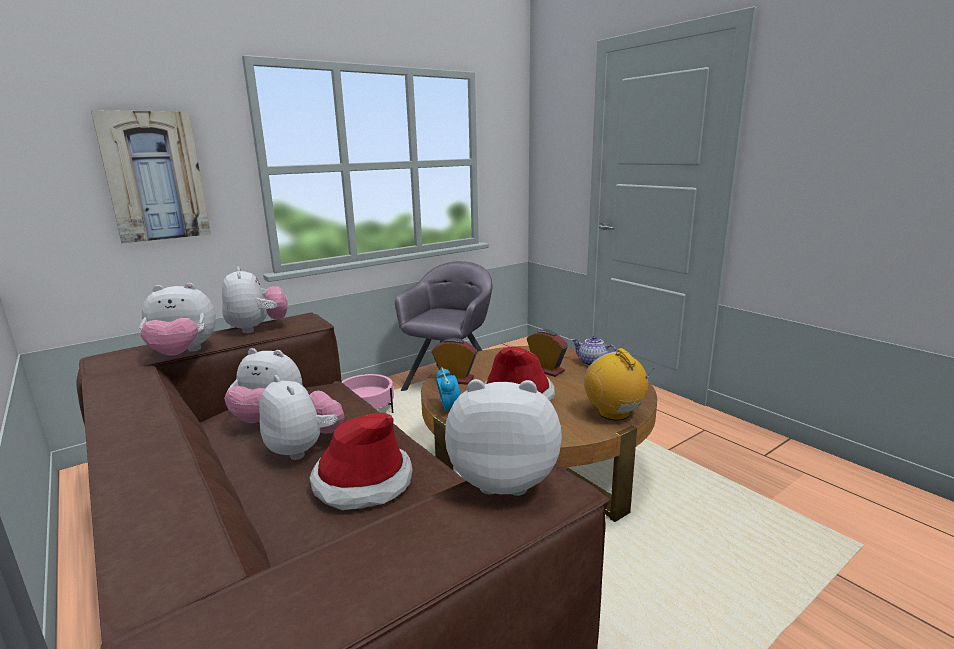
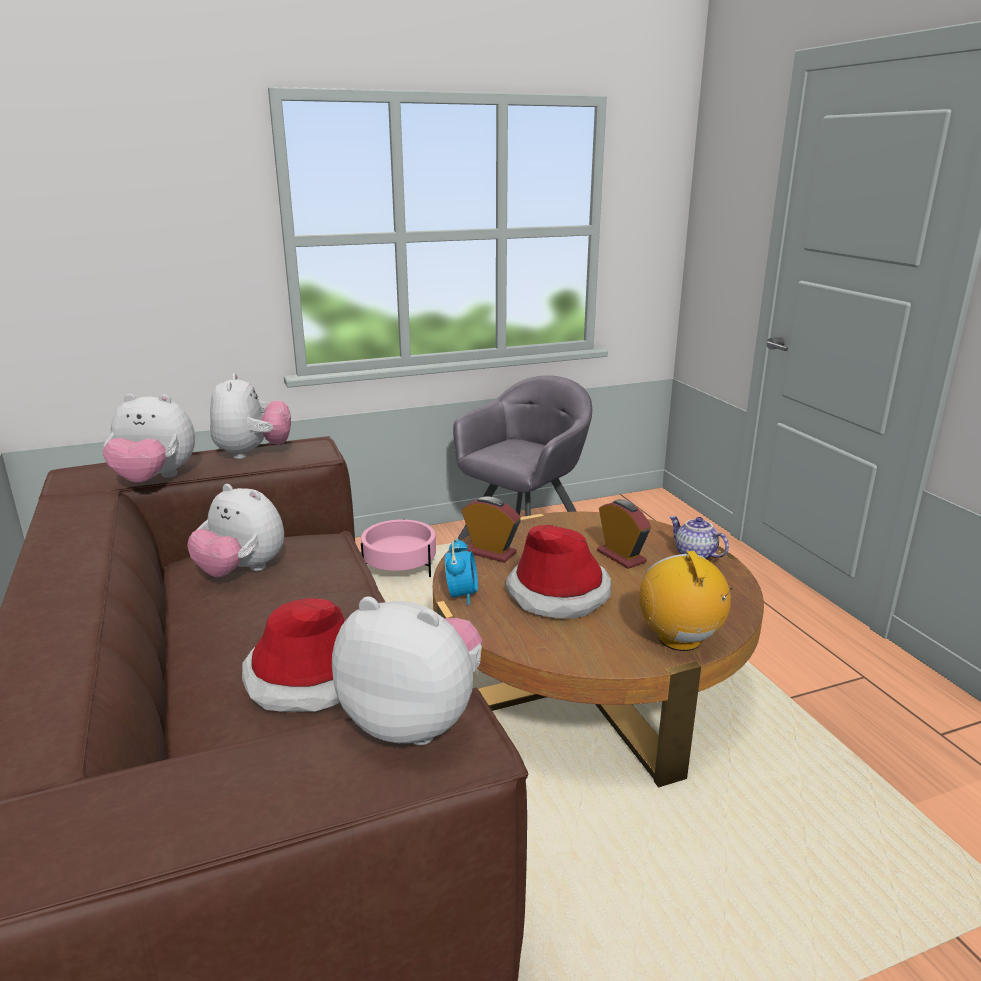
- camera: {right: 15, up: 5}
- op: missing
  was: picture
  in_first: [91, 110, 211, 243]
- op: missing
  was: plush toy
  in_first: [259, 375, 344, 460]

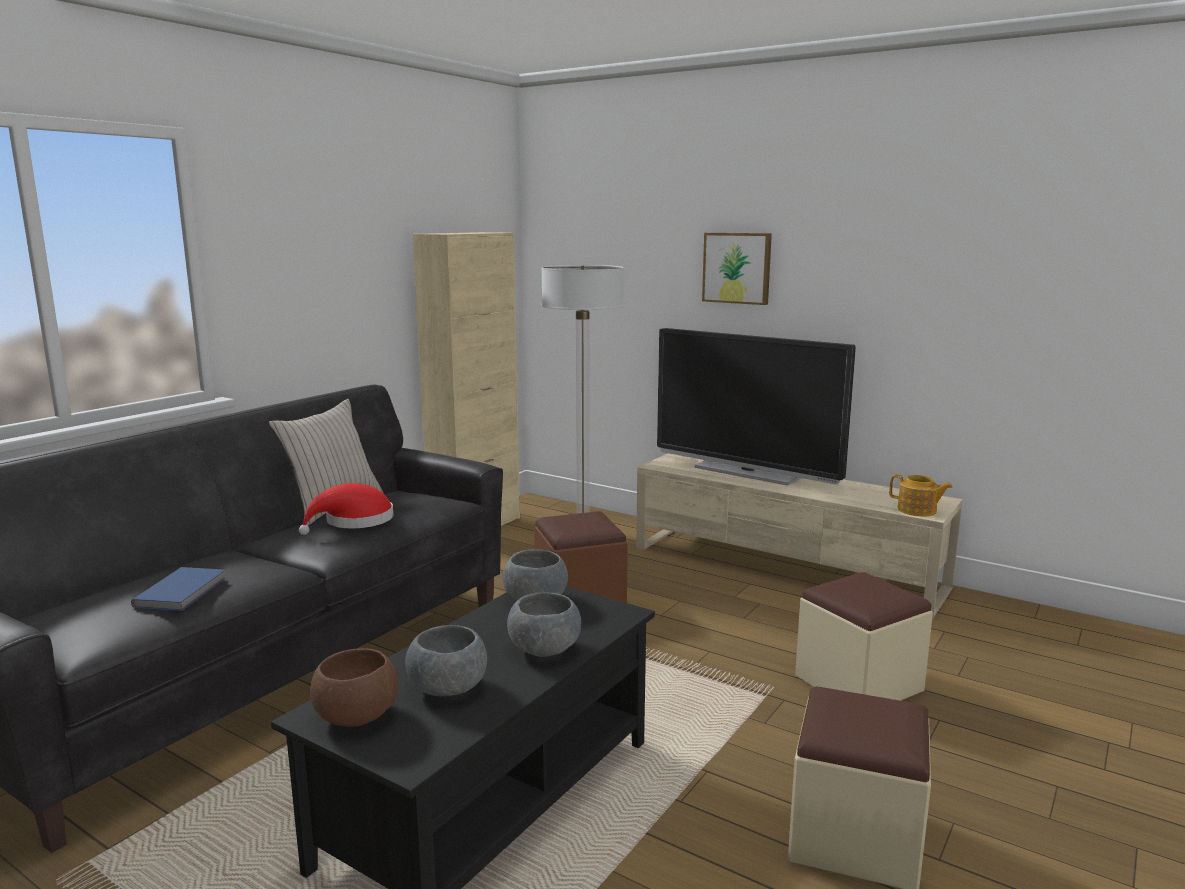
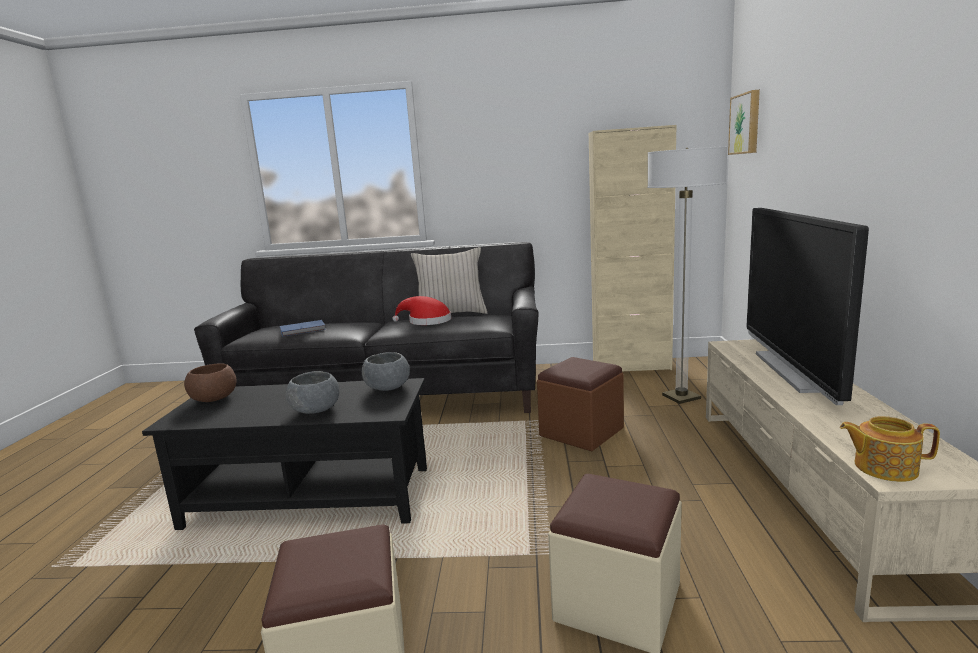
- camera: {right: 60, up: 0}
- op: relocated
  was: picture
  in_first: [702, 233, 772, 305]
  in_second: [728, 90, 760, 155]
- op: spun
  was: teapot
  in_first: [889, 474, 953, 517]
  in_second: [840, 416, 940, 482]
  clockwise: 105
- op: missing
  was: grey bowl
  in_first: [405, 625, 487, 697]

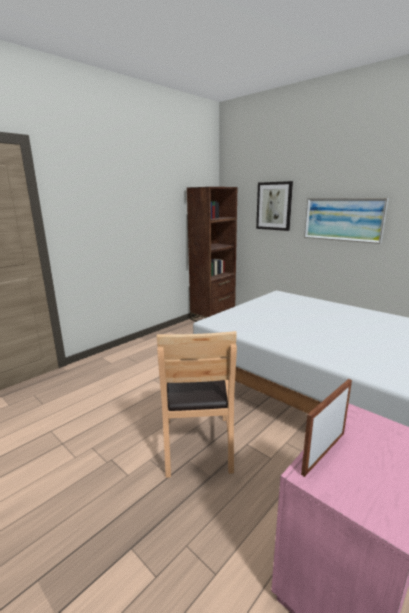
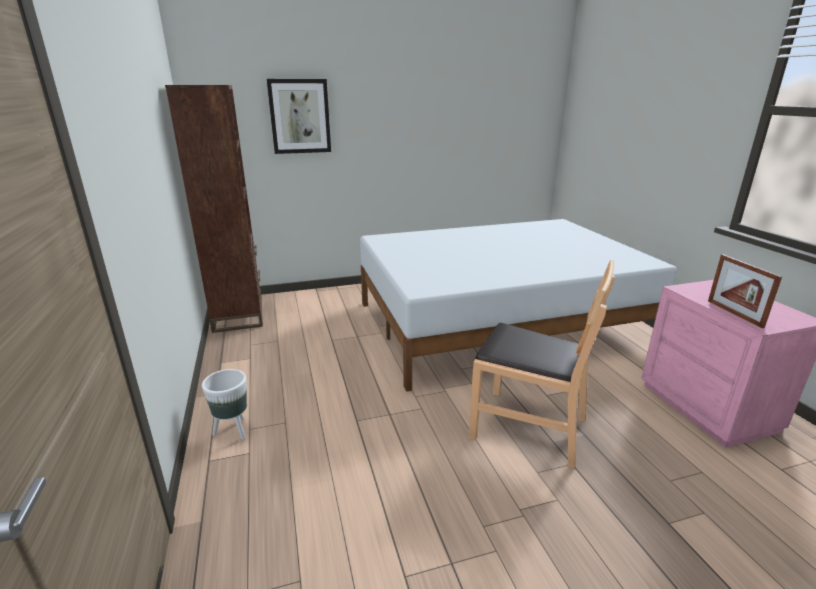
- camera: {right: -60, up: 5}
- op: appeared
  now: white planter
  in_second: [202, 369, 247, 440]
- op: missing
  was: picture
  in_first: [304, 198, 389, 244]

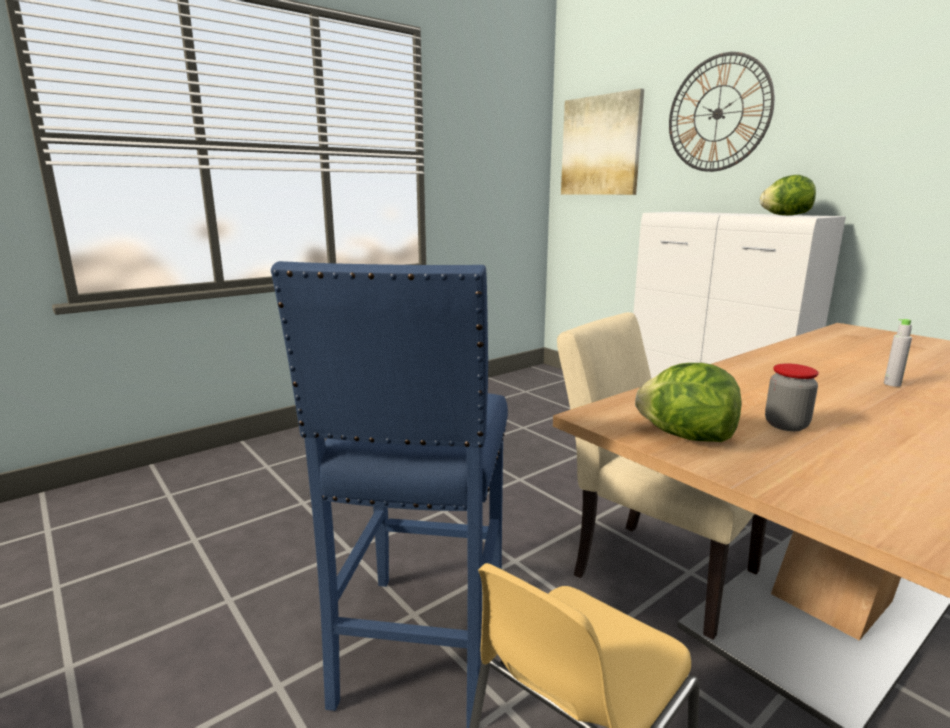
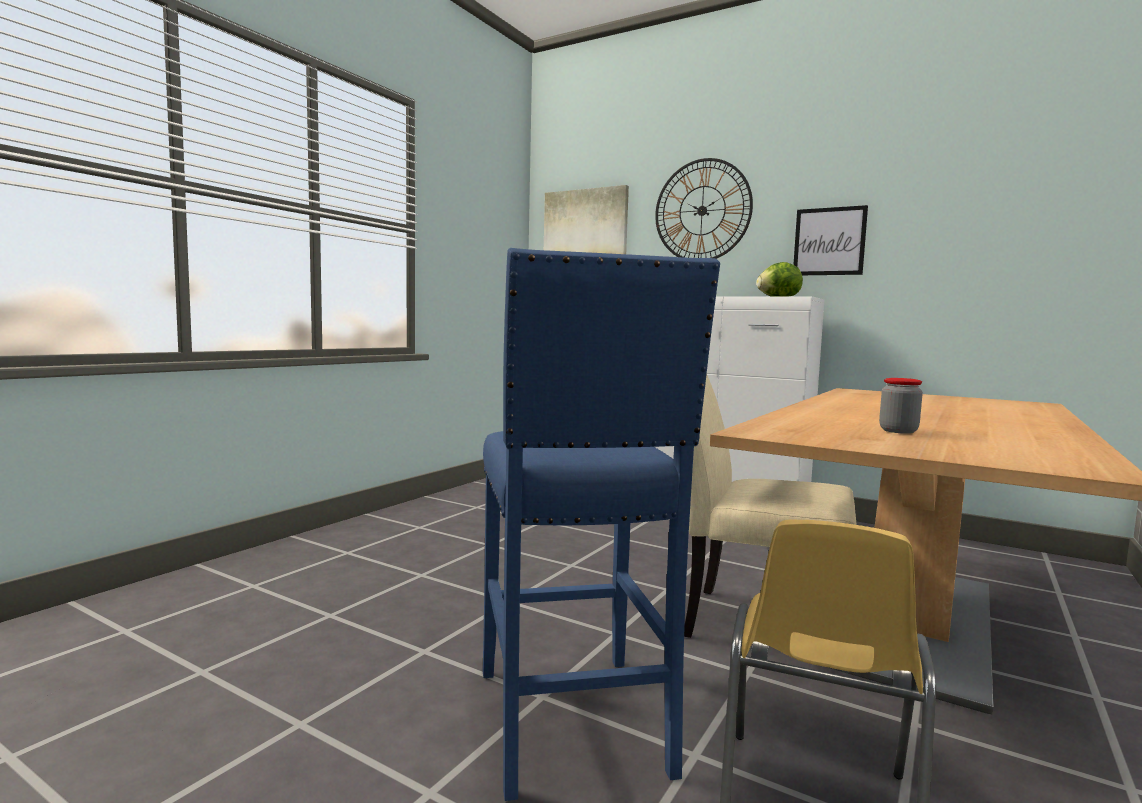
- camera: {right: -20, up: -10}
- op: appeared
  now: picture
  in_second: [793, 205, 868, 275]
- op: missing
  was: lettuce
  in_first: [635, 363, 742, 442]
- op: missing
  was: grey bottle
  in_first: [884, 319, 912, 387]

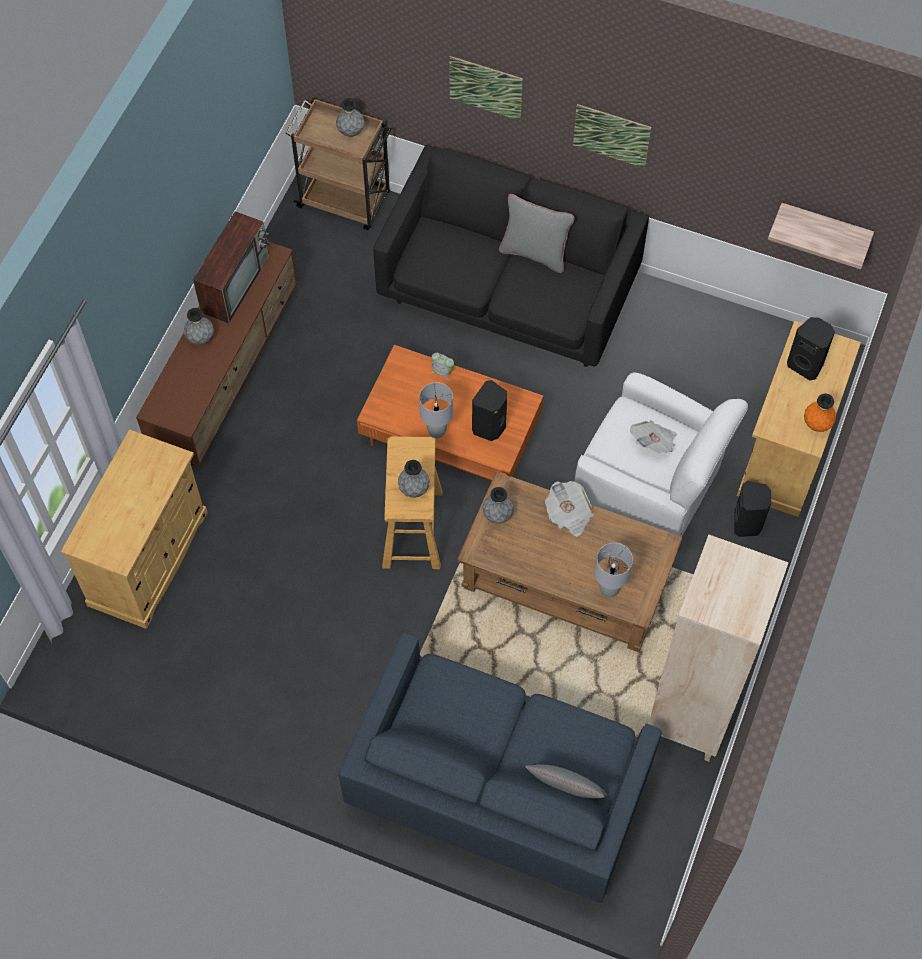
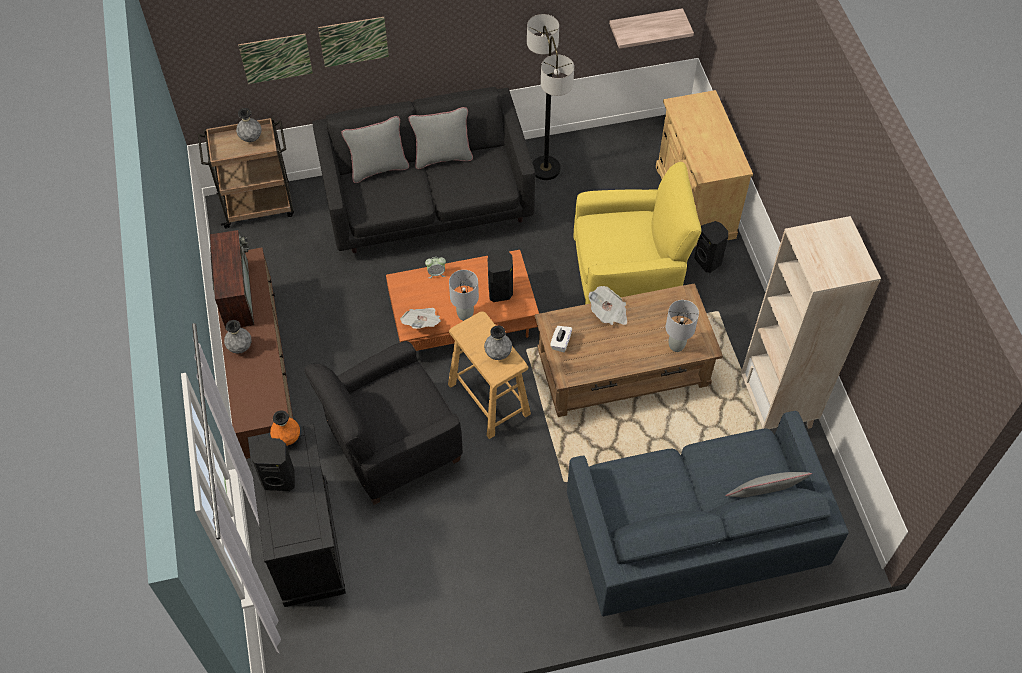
- camera: {right: -35, up: -5}
- op: relocated
  was: picture
  in_first: [573, 104, 652, 168]
  in_second: [238, 34, 313, 84]
- op: colour
  was: beige cabinet
  now: black cabinet
  in_first: [61, 429, 208, 629]
  in_second: [248, 424, 346, 607]
- op: relocated
  was: black speaker
  in_first: [787, 317, 835, 380]
  in_second: [252, 438, 295, 491]
- op: relocated
  was: orange vase
  in_first: [804, 394, 836, 432]
  in_second: [270, 411, 300, 446]
- op: appeared
  now: black armchair
  in_second: [304, 341, 463, 505]
- op: appeared
  now: grey pillow
  in_second: [341, 116, 409, 183]
- op: relocated
  was: newspaper
  in_first: [630, 420, 677, 453]
  in_second: [400, 308, 441, 329]
- op: appeared
  now: floor lamp
  in_second: [527, 14, 574, 180]
- op: exchanged
  was: grey vase
  now: white tissue box
  in_first: [482, 487, 514, 524]
  in_second: [550, 326, 572, 352]
- op: colour
  was: white armchair
  now: yellow armchair
  in_first: [574, 372, 748, 537]
  in_second: [574, 162, 701, 304]

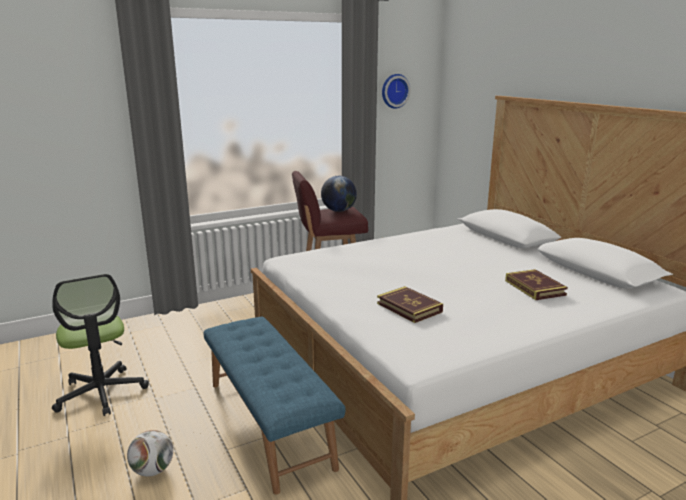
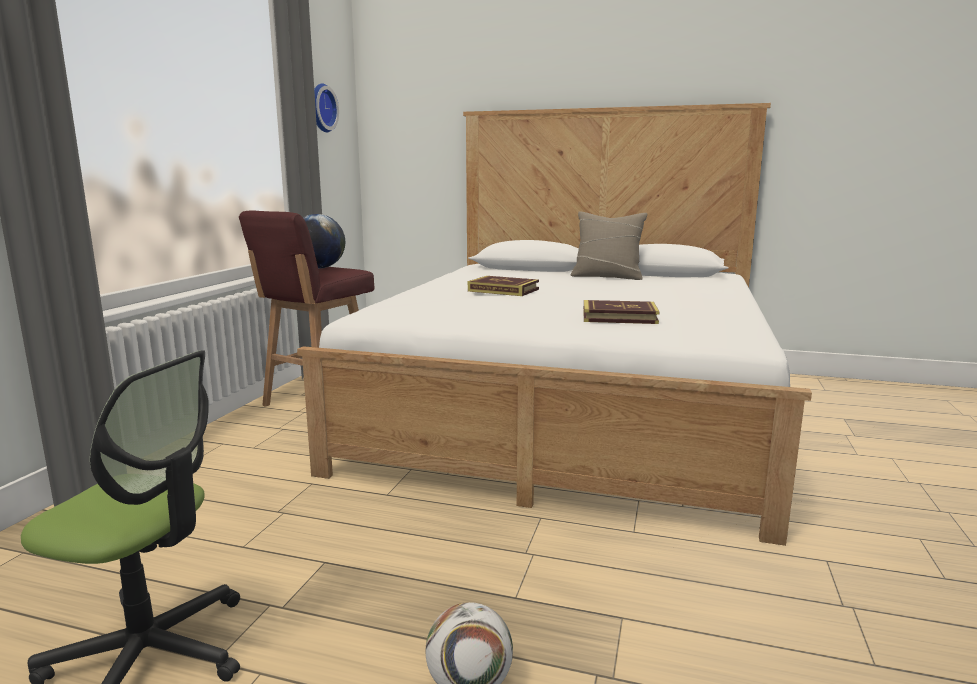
- camera: {right: -45, up: -5}
- op: relocated
  was: book
  in_first: [505, 269, 568, 300]
  in_second: [468, 276, 539, 296]
- op: appeared
  now: beige pillow
  in_second: [570, 212, 648, 280]
- op: missing
  was: blue bench
  in_first: [203, 317, 345, 495]

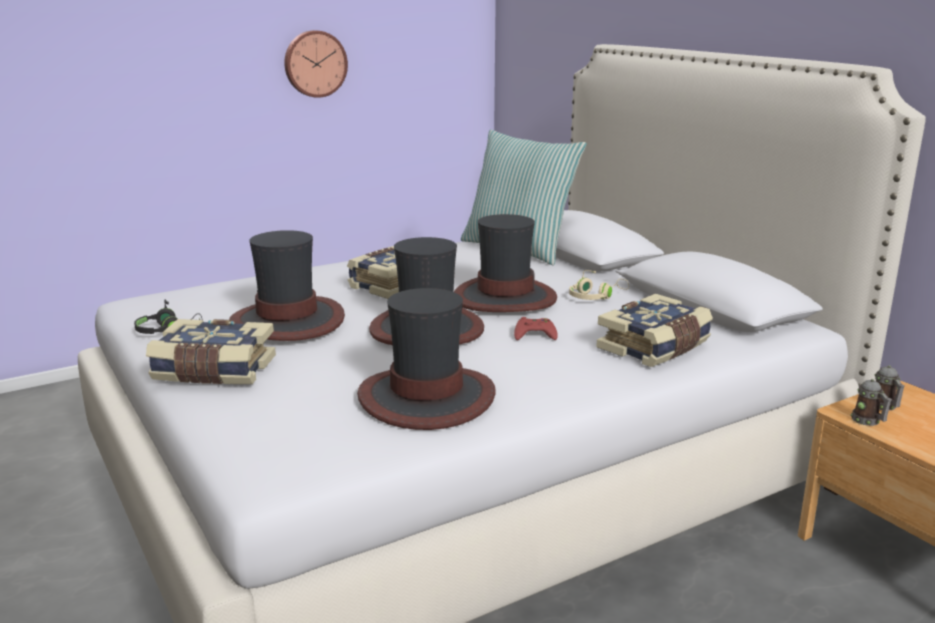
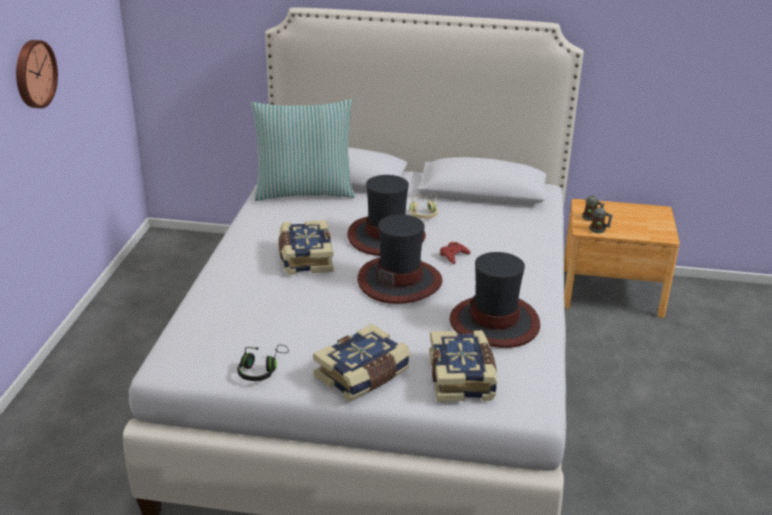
- camera: {right: -50, up: 10}
- op: relocated
  was: book
  in_first: [596, 294, 713, 367]
  in_second: [429, 330, 497, 402]
- op: missing
  was: hat
  in_first: [229, 230, 345, 341]

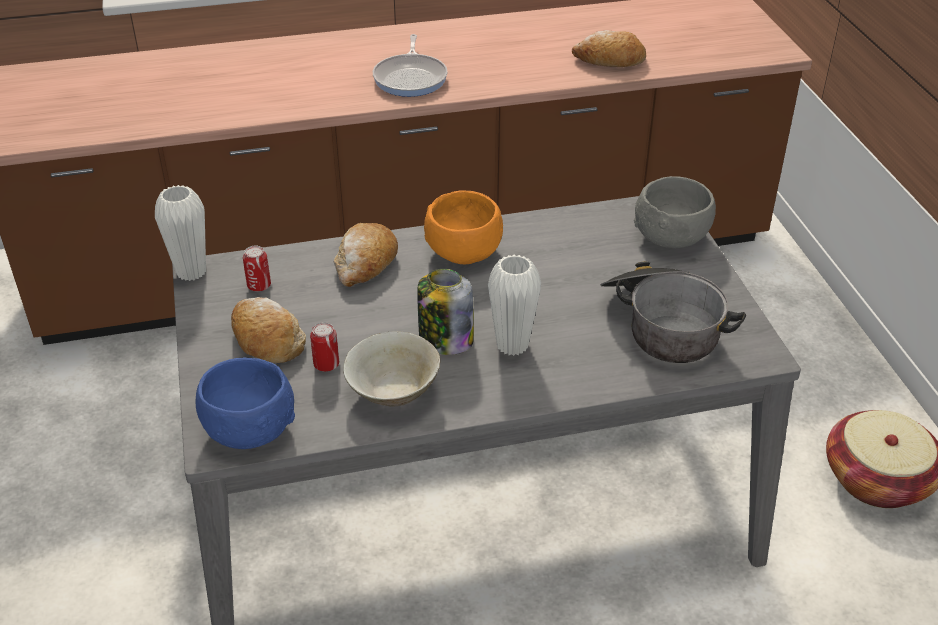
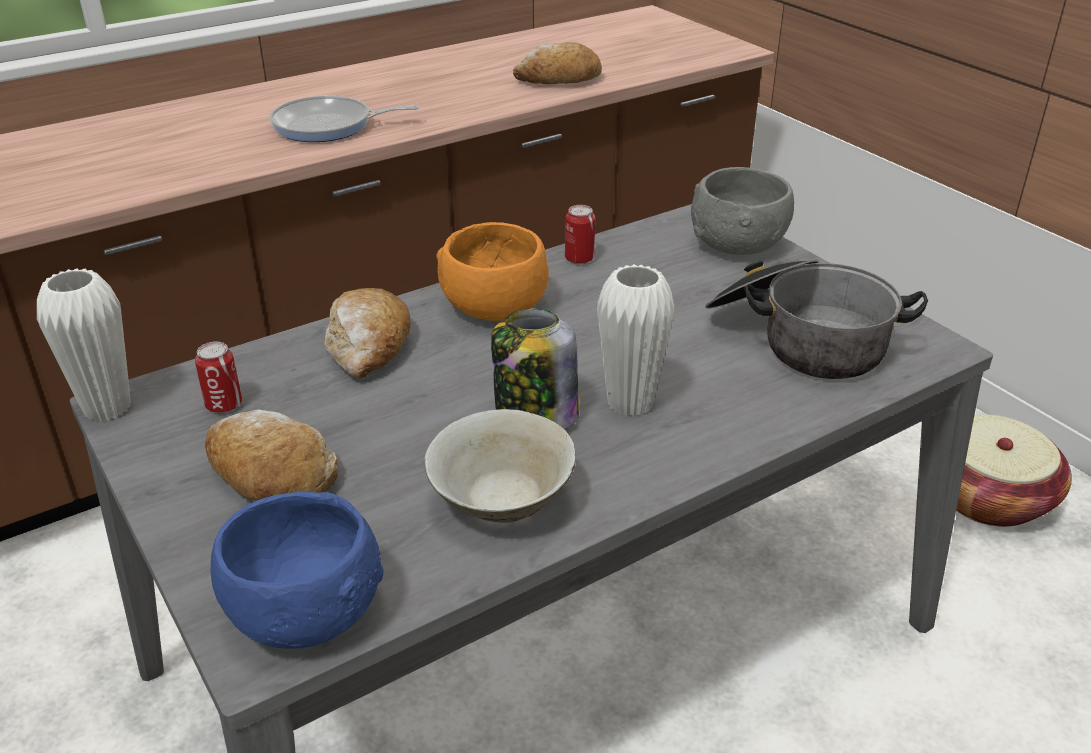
- camera: {right: -20, up: -5}
- op: spun
  was: frying pan
  in_first: [373, 34, 448, 97]
  in_second: [270, 96, 420, 142]
  clockwise: 105
- op: relocated
  was: can
  in_first: [310, 322, 339, 372]
  in_second: [565, 205, 595, 264]

